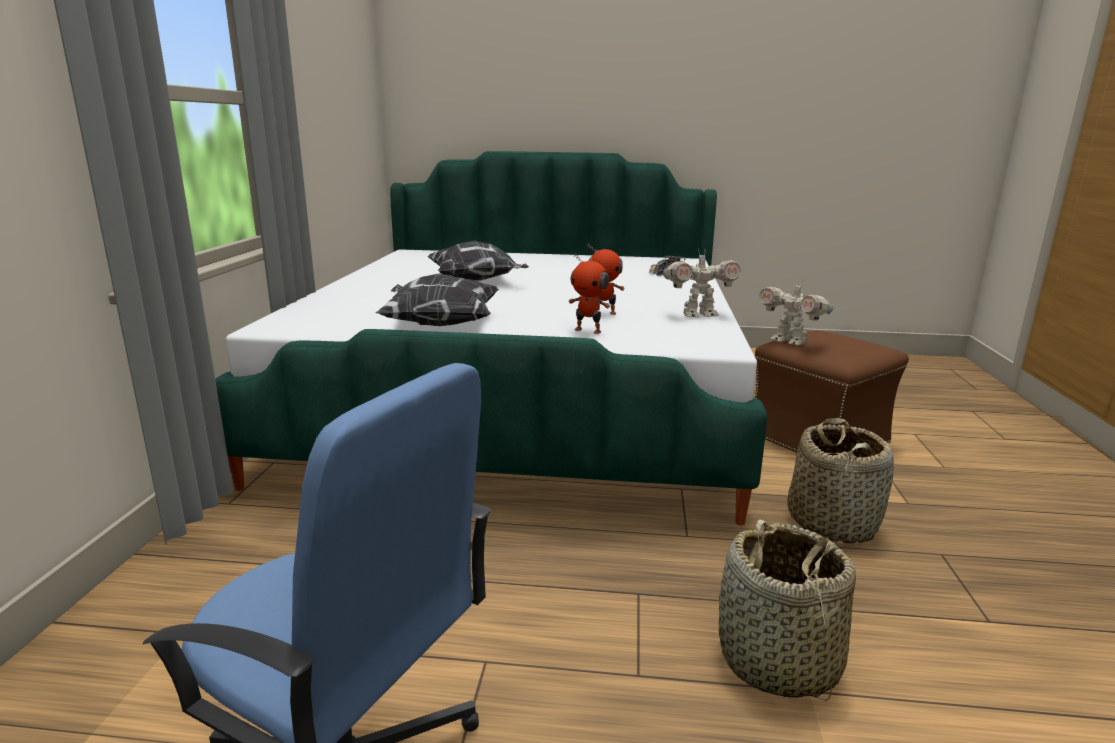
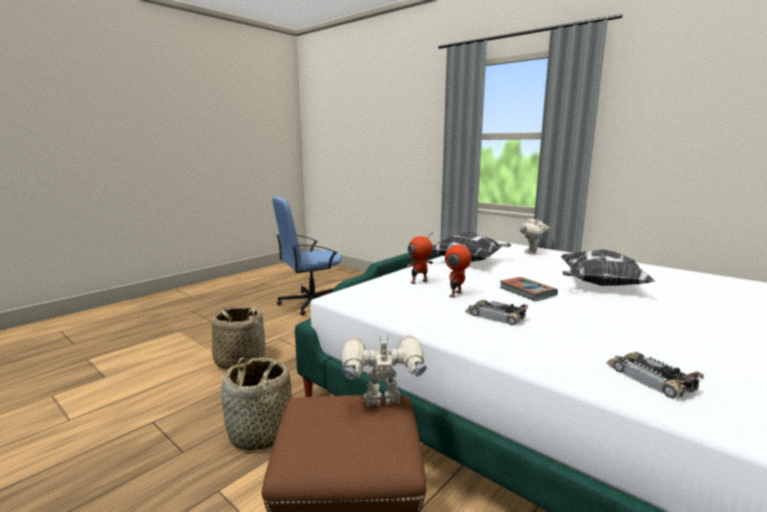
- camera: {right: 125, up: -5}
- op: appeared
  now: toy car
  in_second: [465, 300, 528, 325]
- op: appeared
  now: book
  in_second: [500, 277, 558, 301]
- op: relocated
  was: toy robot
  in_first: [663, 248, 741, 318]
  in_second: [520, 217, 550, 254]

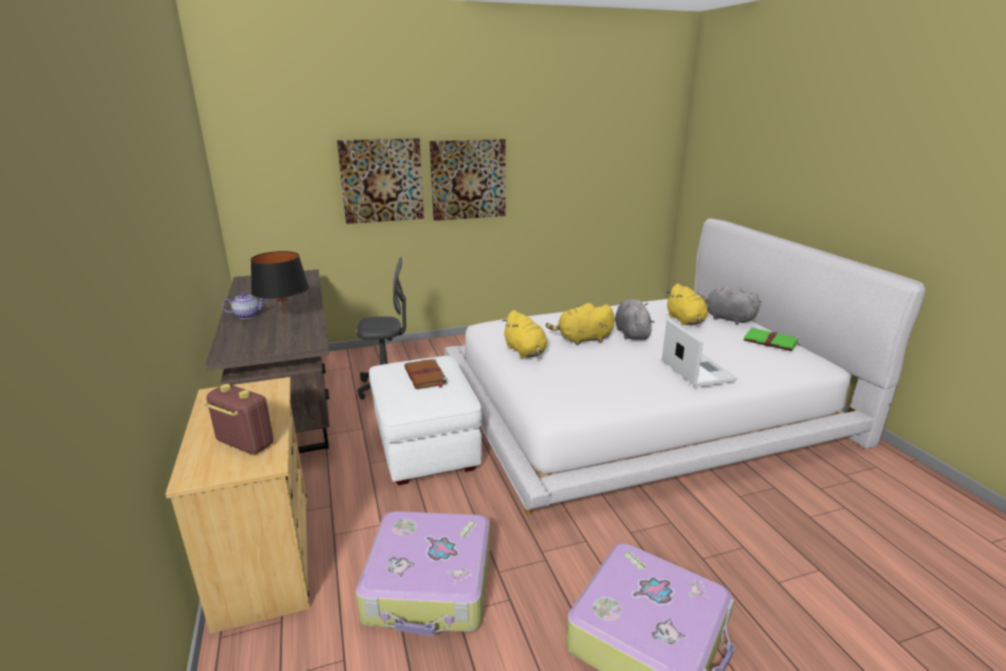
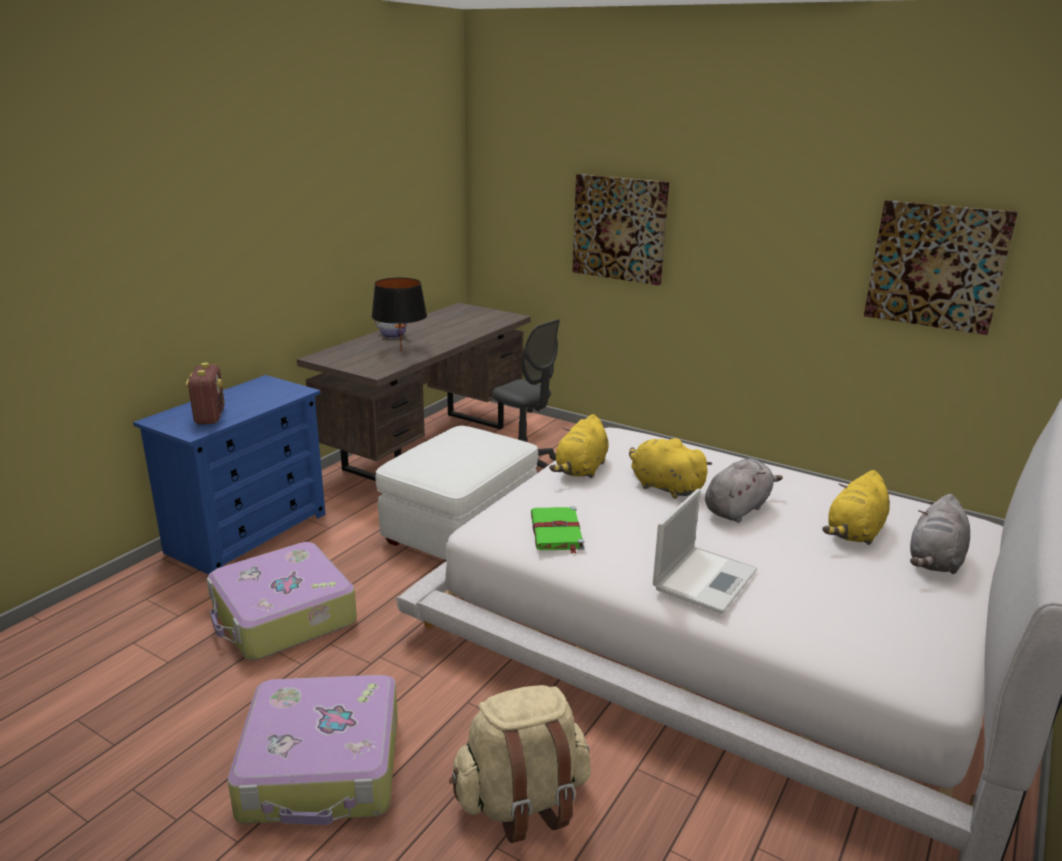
- camera: {right: 50, up: 0}
- op: colour
  was: beige dresser
  now: blue dresser
  in_first: [166, 377, 310, 634]
  in_second: [133, 375, 325, 575]
- op: appeared
  now: beige backpack
  in_second: [449, 685, 591, 843]
- op: relocated
  was: green book
  in_first: [744, 327, 800, 351]
  in_second: [531, 507, 584, 554]
- op: relocated
  was: picture
  in_first: [430, 139, 506, 221]
  in_second: [864, 200, 1018, 335]
- op: spun
  was: grey plush toy
  in_first: [701, 286, 761, 324]
  in_second: [910, 494, 970, 574]
  clockwise: -150
- op: missing
  was: brown book
  in_first: [404, 358, 448, 389]

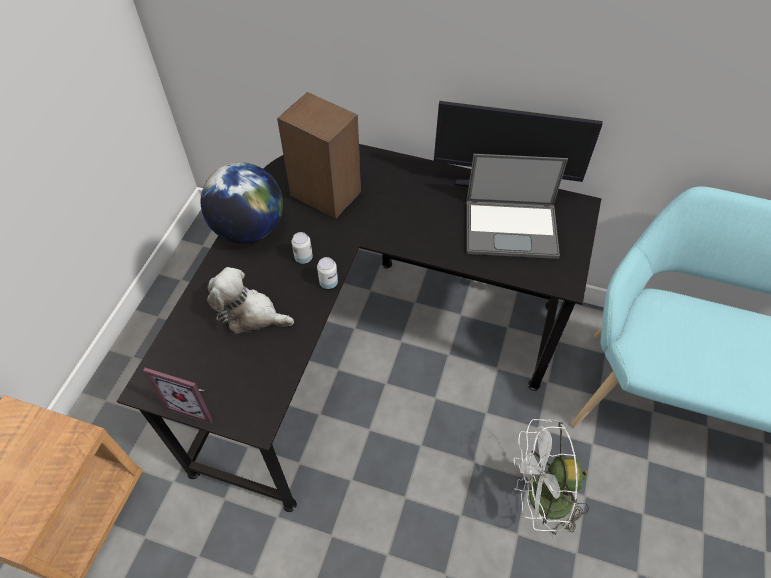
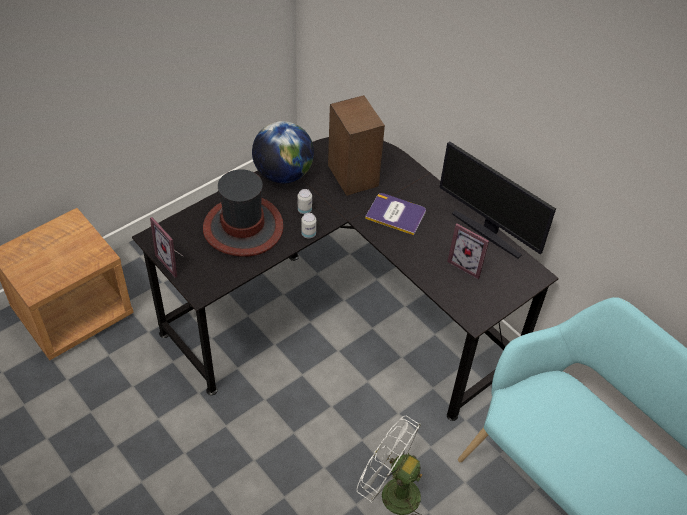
- camera: {right: 30, up: -5}
- op: exchanged
  was: plush toy
  now: hat
  in_first: [207, 267, 294, 334]
  in_second: [203, 169, 284, 257]
- op: appeared
  now: book
  in_second: [365, 193, 426, 235]
- op: exchanged
  was: laptop
  now: picture frame
  in_first: [466, 154, 568, 259]
  in_second: [447, 224, 489, 279]

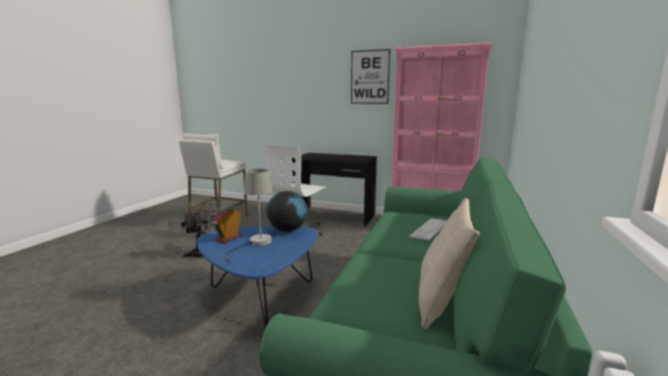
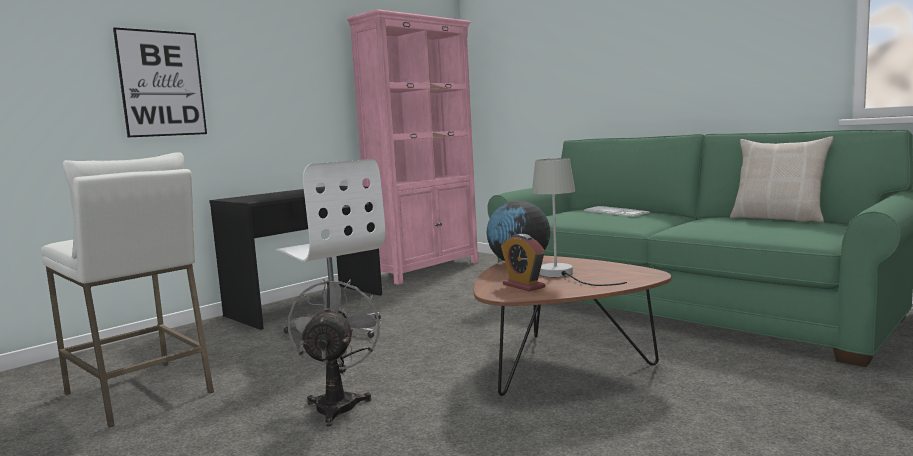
- camera: {right: -65, up: -5}
- op: relocated
  was: picture
  in_first: [351, 49, 390, 104]
  in_second: [113, 27, 207, 138]
- op: colour
  was: blue coffee table
  now: brown coffee table
  in_first: [197, 226, 318, 329]
  in_second: [473, 256, 672, 396]

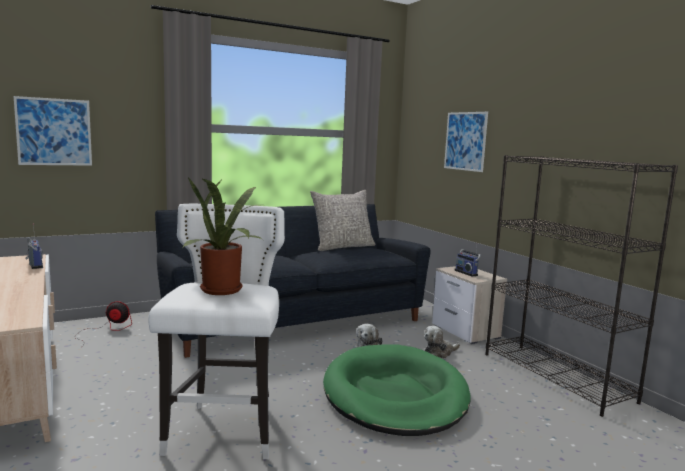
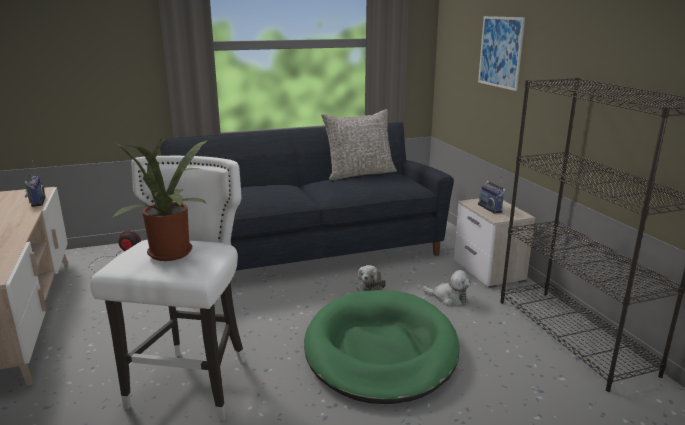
- camera: {right: 10, up: 10}
- op: spun
  was: plush toy
  in_first: [424, 326, 460, 358]
  in_second: [423, 270, 471, 306]
  clockwise: -135
- op: missing
  was: picture
  in_first: [14, 96, 92, 166]

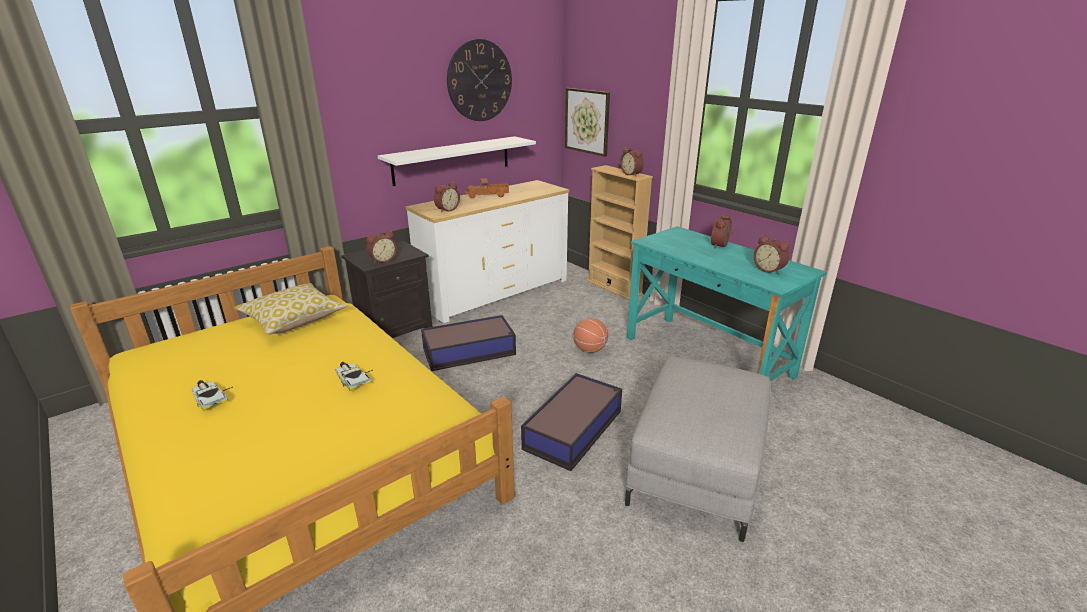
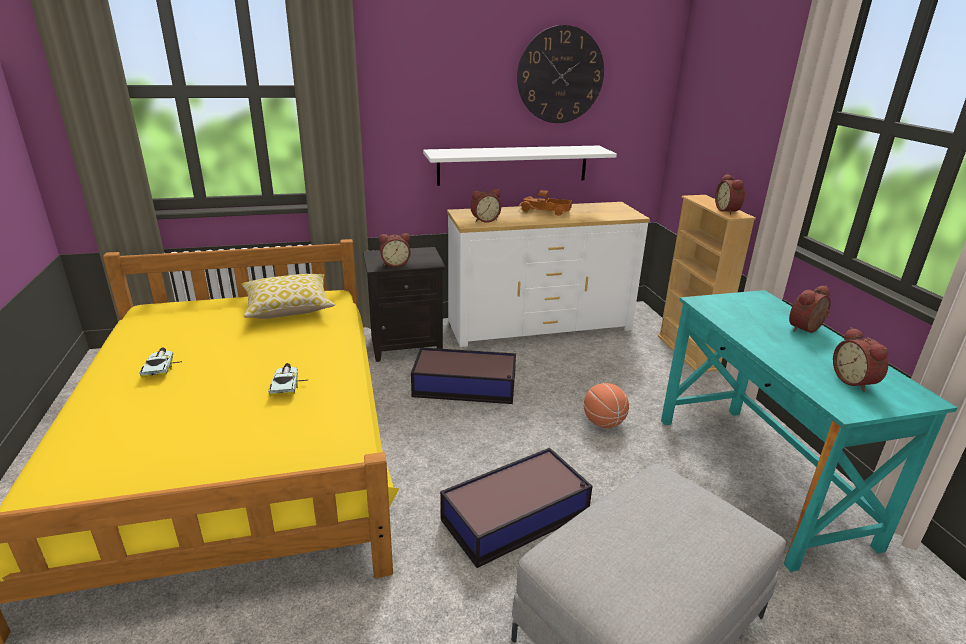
- camera: {right: 25, up: 0}
- op: missing
  was: picture
  in_first: [565, 88, 610, 157]

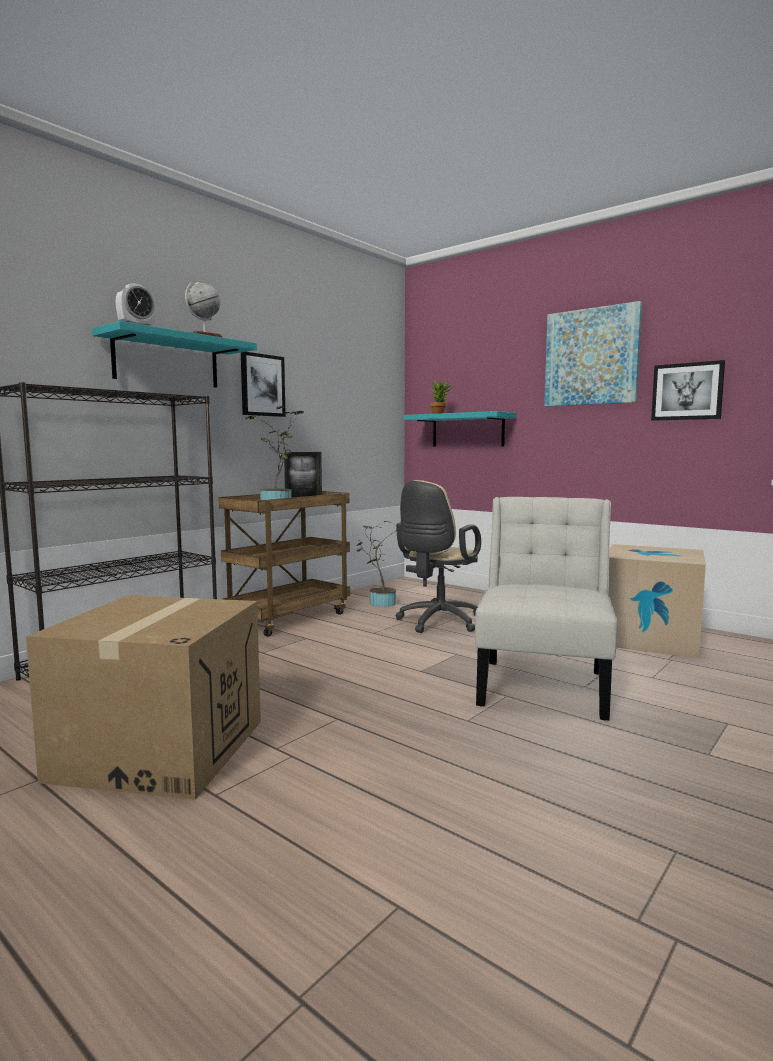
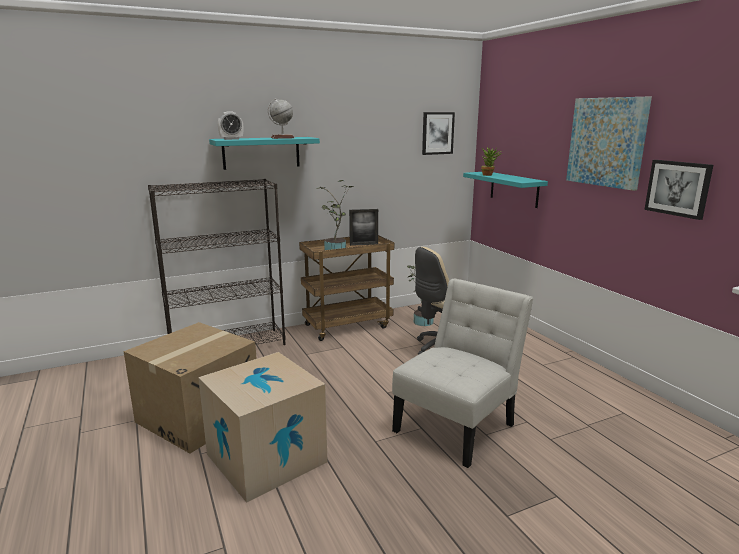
- camera: {right: 25, up: 10}
- op: relocated
  was: cardboard box
  in_first: [608, 544, 706, 659]
  in_second: [198, 352, 328, 503]
- op: relocated
  was: picture
  in_first: [241, 352, 286, 417]
  in_second: [422, 112, 455, 155]

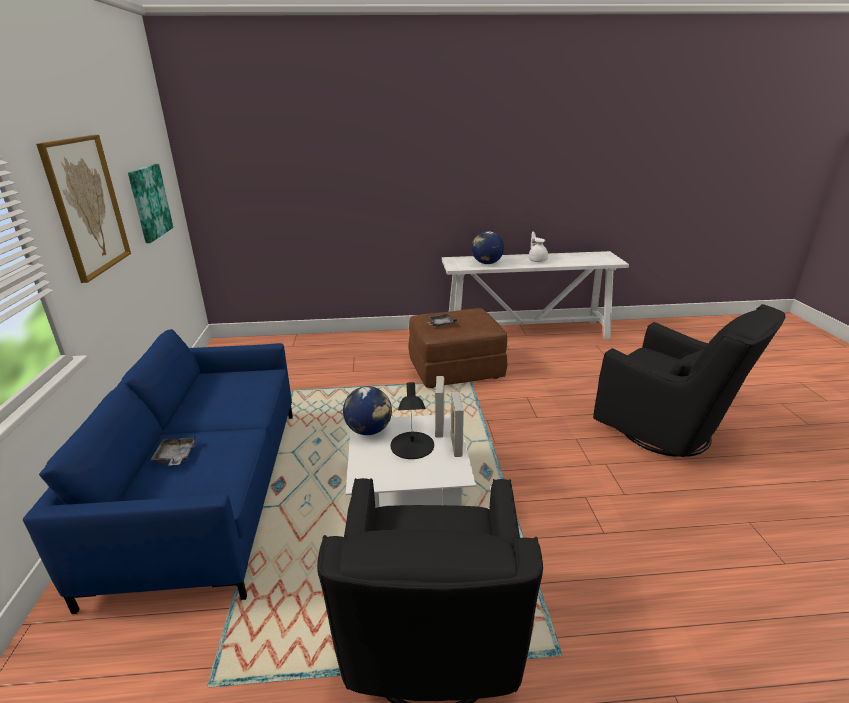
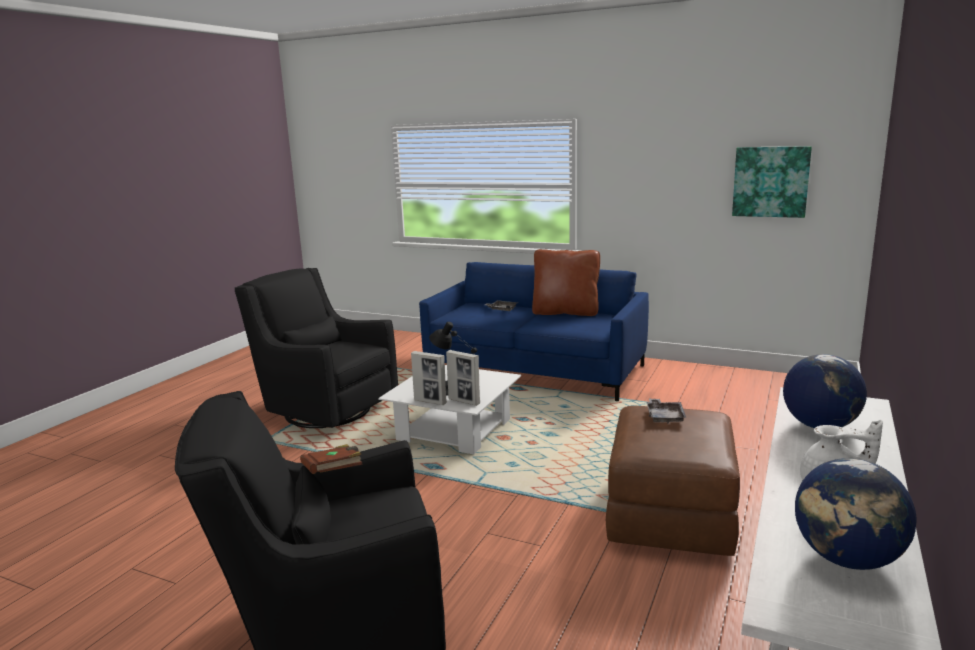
- camera: {right: 120, up: -10}
- op: appeared
  now: brown book
  in_second: [300, 444, 363, 474]
- op: appeared
  now: brown pillow
  in_second: [532, 249, 600, 316]
- op: relocated
  was: globe
  in_first: [343, 386, 392, 435]
  in_second: [795, 458, 917, 570]
- op: missing
  was: picture
  in_first: [36, 135, 131, 283]

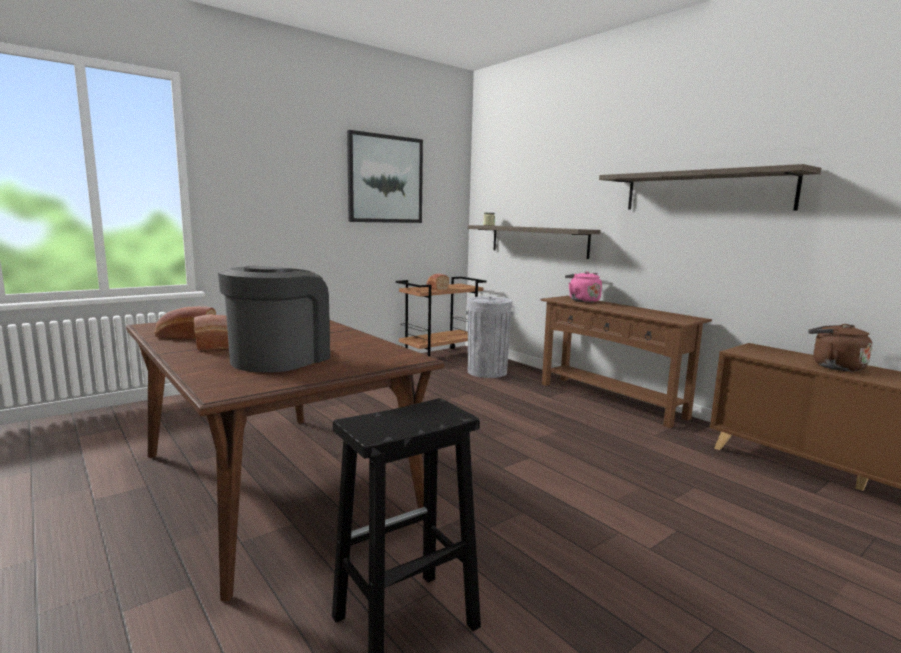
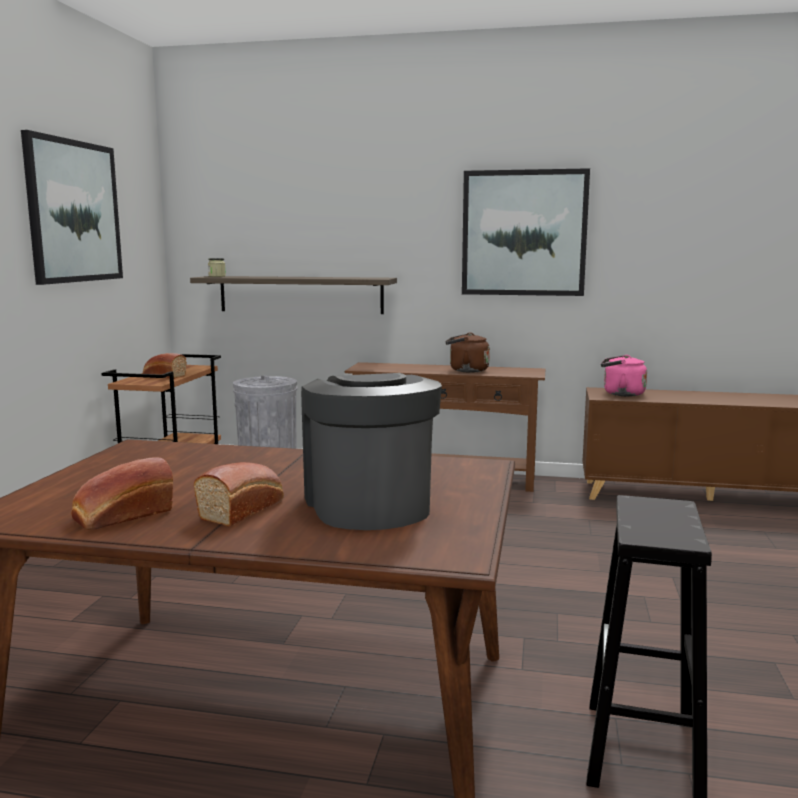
- camera: {right: -40, up: 0}
- op: relocated
  was: brown kettle
  in_first: [808, 324, 872, 371]
  in_second: [445, 333, 490, 373]
- op: exchanged
  was: shelf
  now: picture
  in_first: [599, 164, 821, 210]
  in_second: [462, 168, 590, 296]
- op: relocated
  was: pink kettle
  in_first: [565, 271, 602, 303]
  in_second: [601, 355, 647, 397]

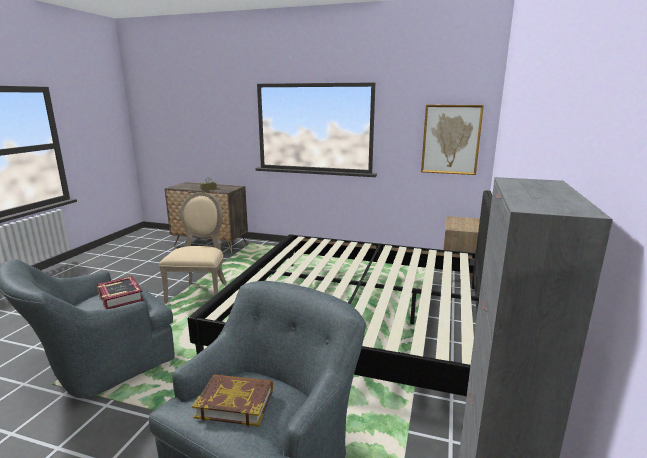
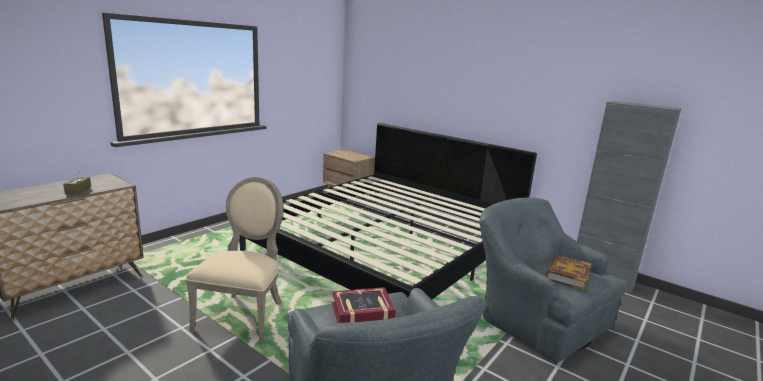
- camera: {right: -70, up: 0}
- op: spun
  was: beige chair
  in_first: [159, 192, 227, 304]
  in_second: [186, 177, 283, 343]
  clockwise: 75
- op: missing
  was: picture
  in_first: [421, 105, 484, 175]

